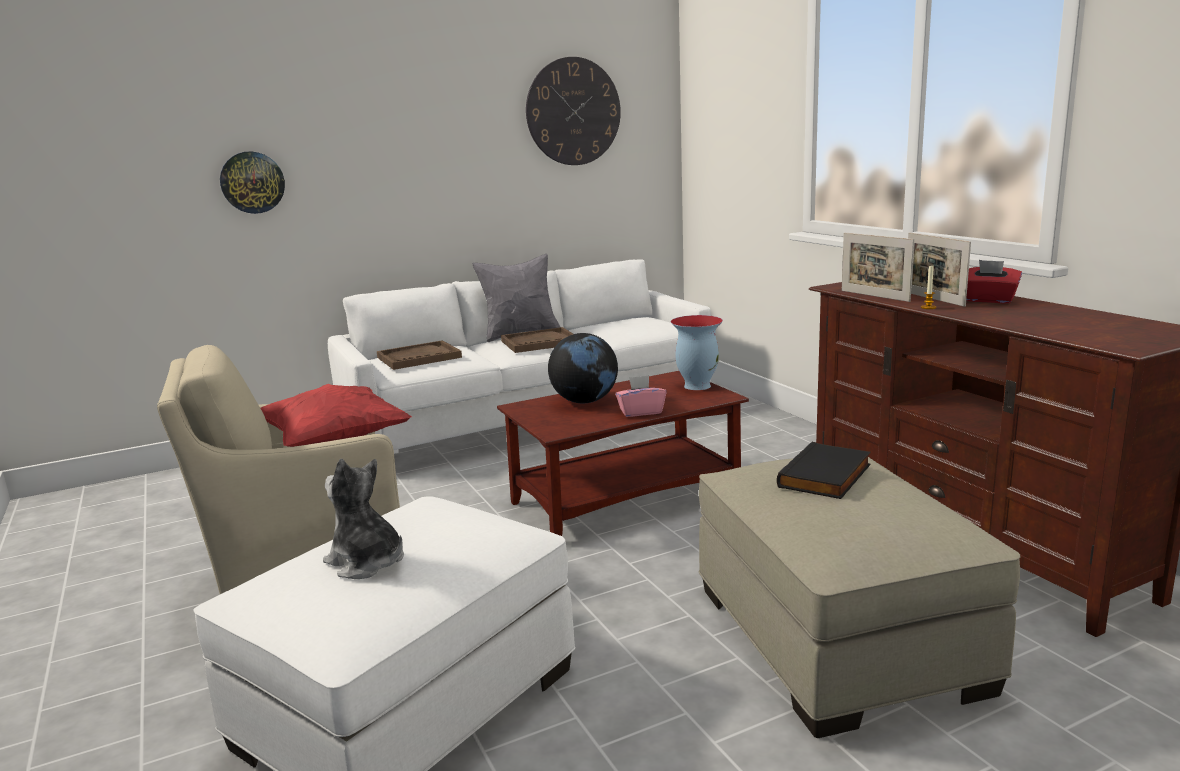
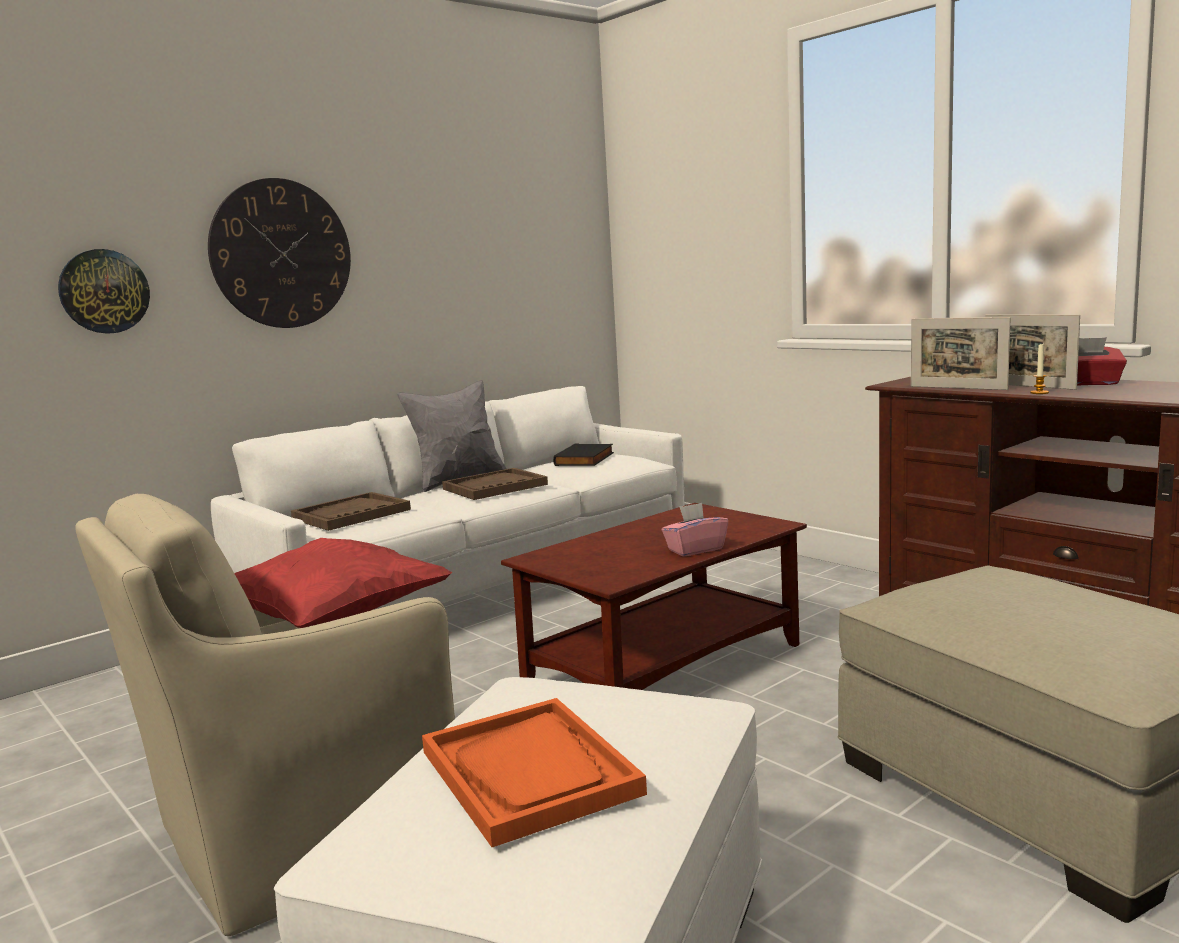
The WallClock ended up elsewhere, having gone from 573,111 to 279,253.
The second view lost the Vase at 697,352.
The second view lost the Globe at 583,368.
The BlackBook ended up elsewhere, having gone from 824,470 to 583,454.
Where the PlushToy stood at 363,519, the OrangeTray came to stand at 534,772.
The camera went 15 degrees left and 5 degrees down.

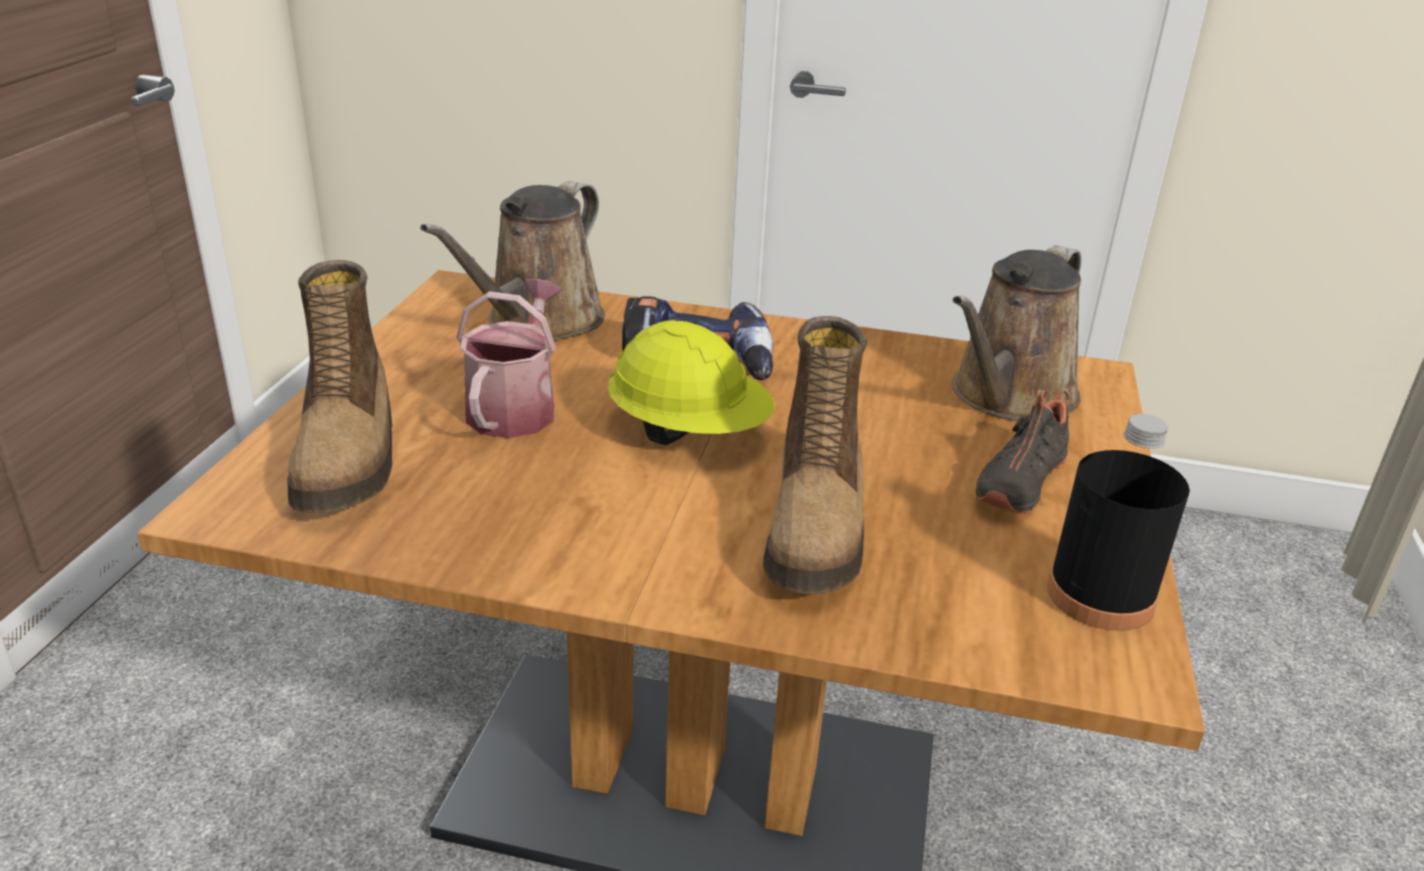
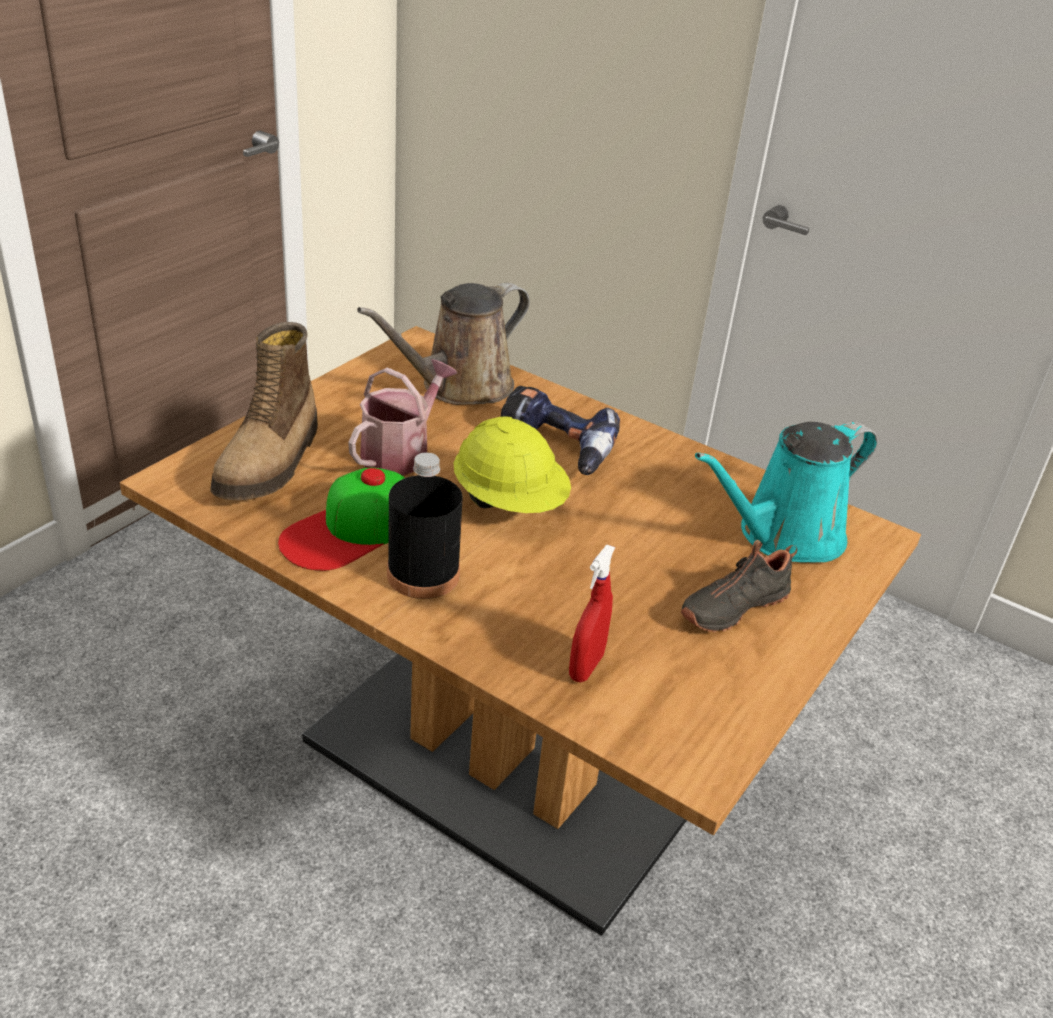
What was the BrownWateringCan at 1016,333 turned into the TurquoiseWateringCan at 786,492.
The second view lost the Boot at 815,455.
The BlackBottle ended up elsewhere, having gone from 1118,522 to 425,525.
The second view gained the Cap at 341,519.
The second view gained the RedSprayBottle at 592,613.
The camera went 20 degrees right and 5 degrees up.

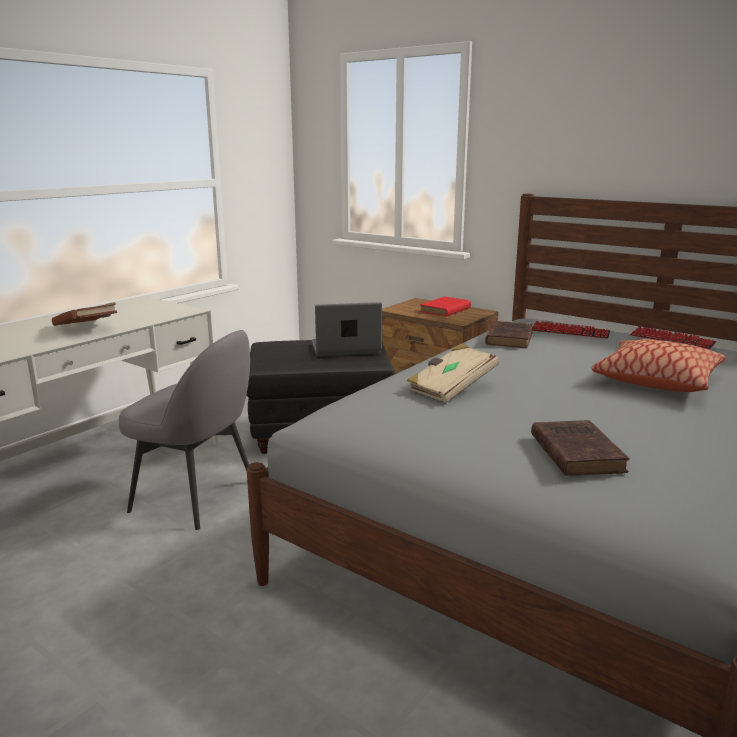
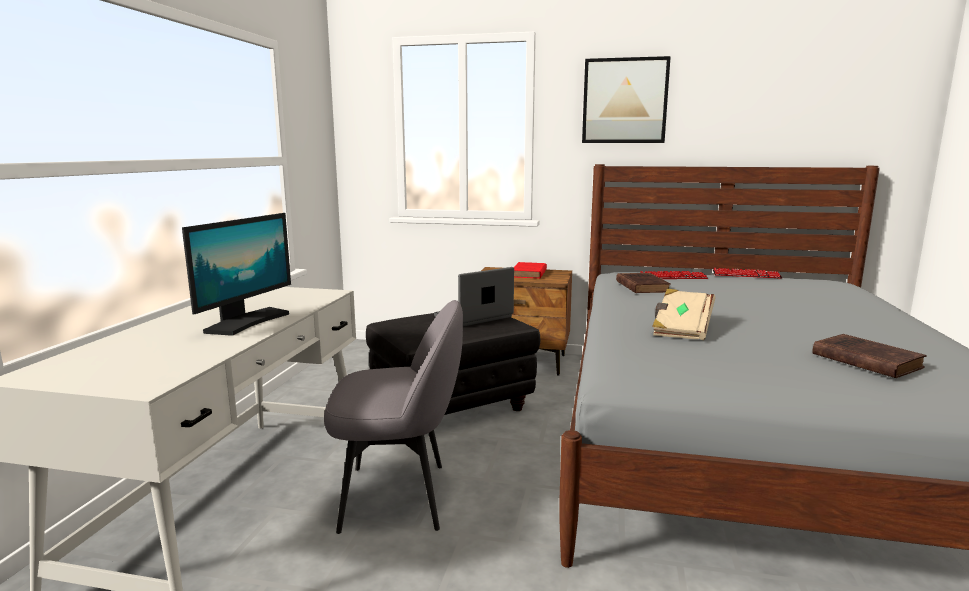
Where the BrownBook stood at 84,314, the Monitor came to stand at 236,274.
The second view lost the Pillow at 659,365.
The second view gained the Picture at 626,99.
The camera went 25 degrees left and 5 degrees down.

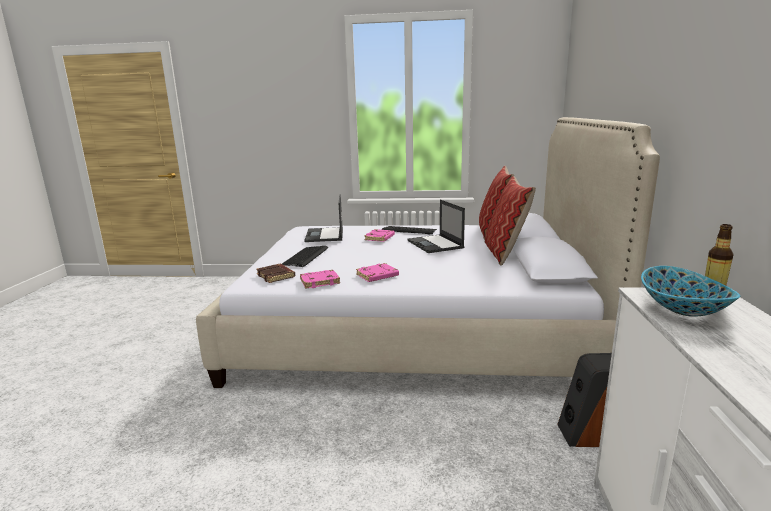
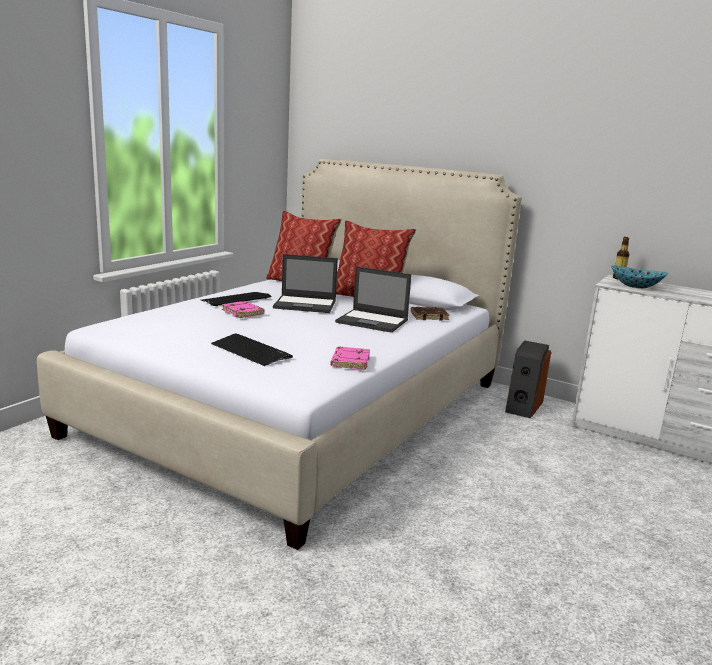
The Laptop ended up elsewhere, having gone from 323,218 to 373,299.
The second view lost the PinkBook at 377,272.
The BrownBook ended up elsewhere, having gone from 275,273 to 430,314.
The camera went 65 degrees left and 0 degrees up.

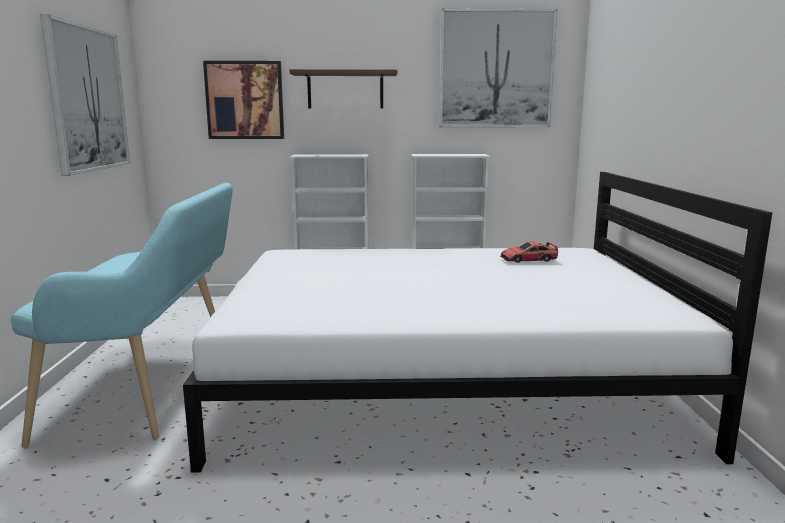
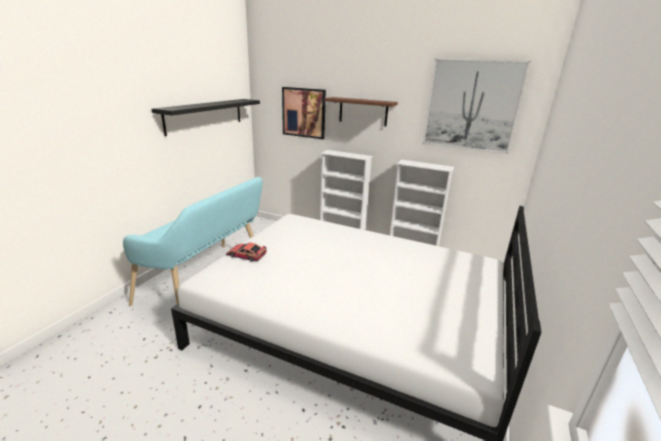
Where the Picture hung at 85,95, the BlackShelf came to hang at 206,117.
The ToyCar ended up elsewhere, having gone from 529,252 to 246,252.
The camera went 25 degrees right and 10 degrees up.

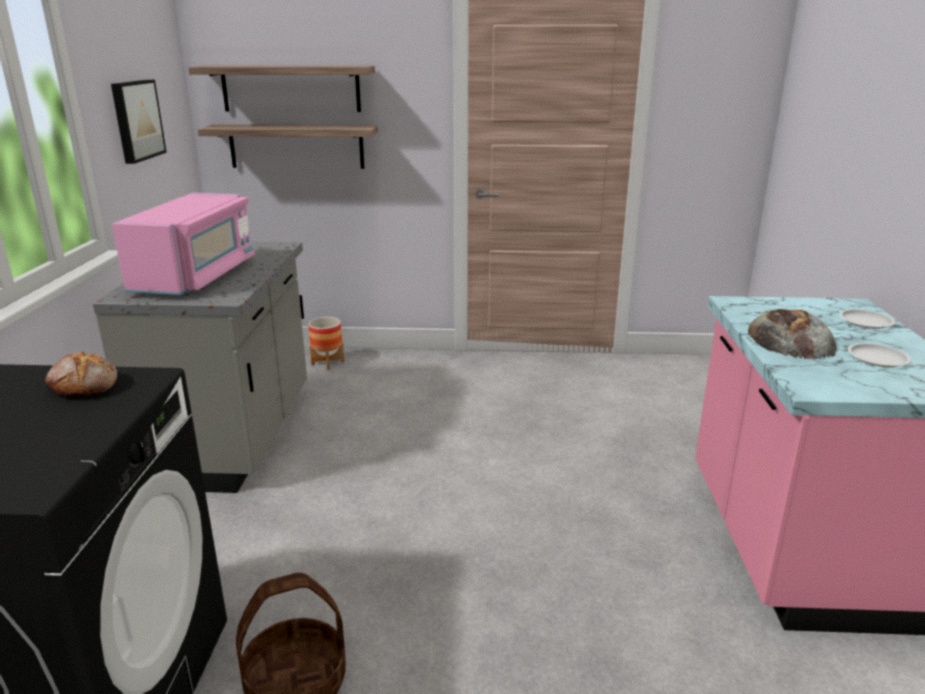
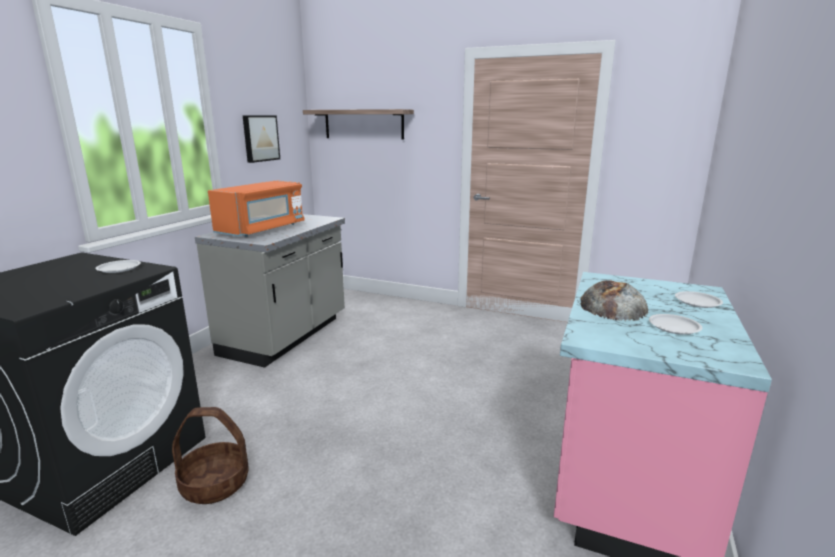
The second view lost the Shelf at 288,147.
What was the PinkMicrowave at 183,244 turned into the OrangeMicrowave at 256,208.
The second view lost the Planter at 326,343.
Where the Bread stood at 81,374, the WhitePlate came to stand at 118,266.
The camera went 20 degrees right and 5 degrees down.

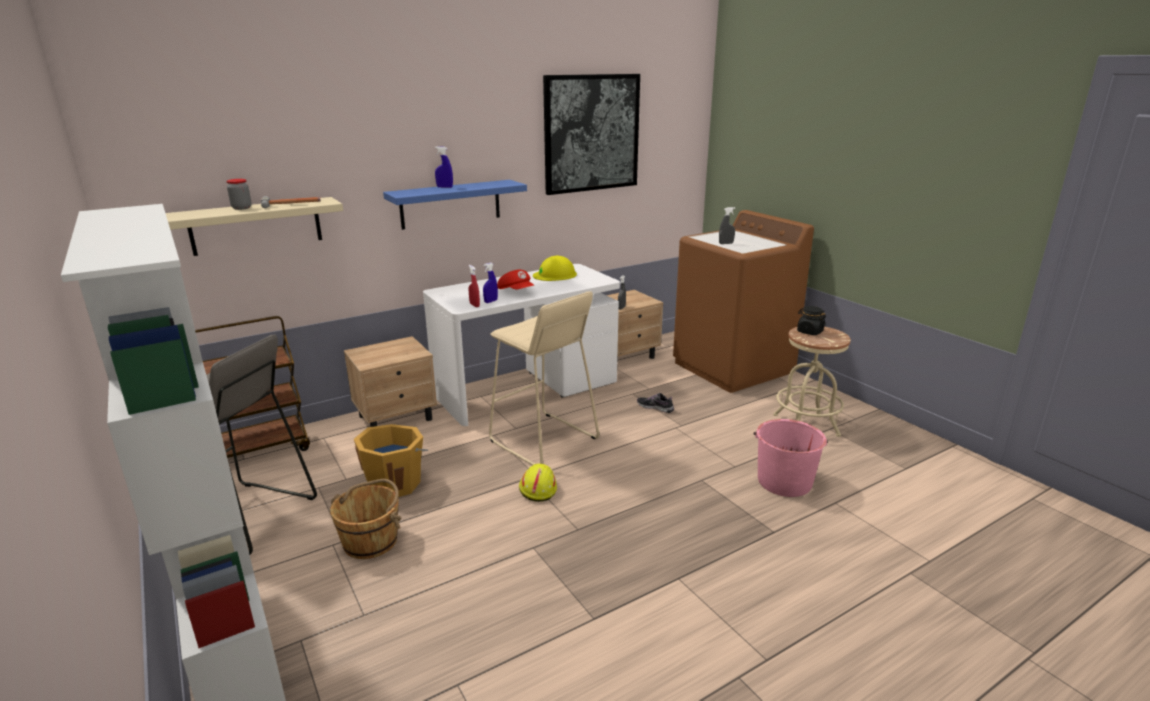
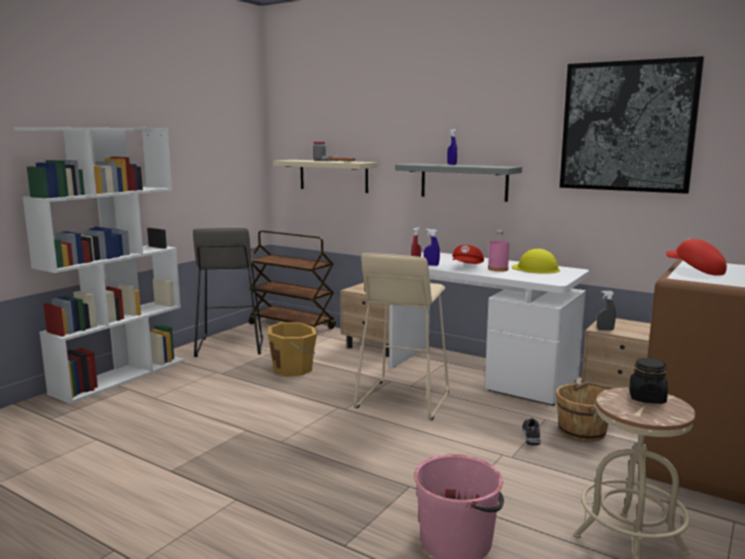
What was the BlueShelf at 455,205 turned into the GreyShelf at 458,182.
Where the GreySprayBottle stood at 727,225, the RedCap came to stand at 696,257.
The second view lost the YellowHardHat at 538,483.
The BrownBucket ended up elsewhere, having gone from 365,519 to 585,412.
The second view gained the PinkBottle at 498,251.
The camera went 65 degrees right and 10 degrees down.

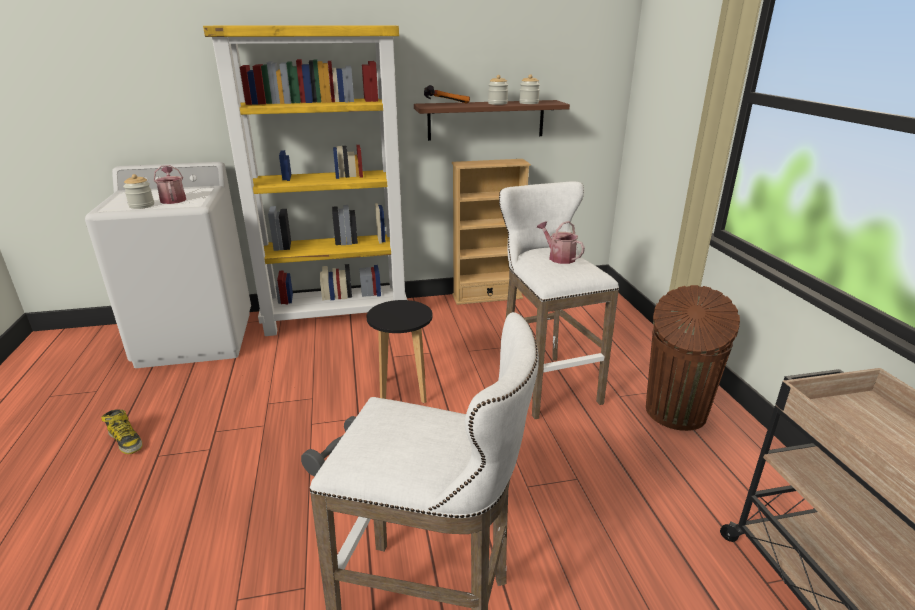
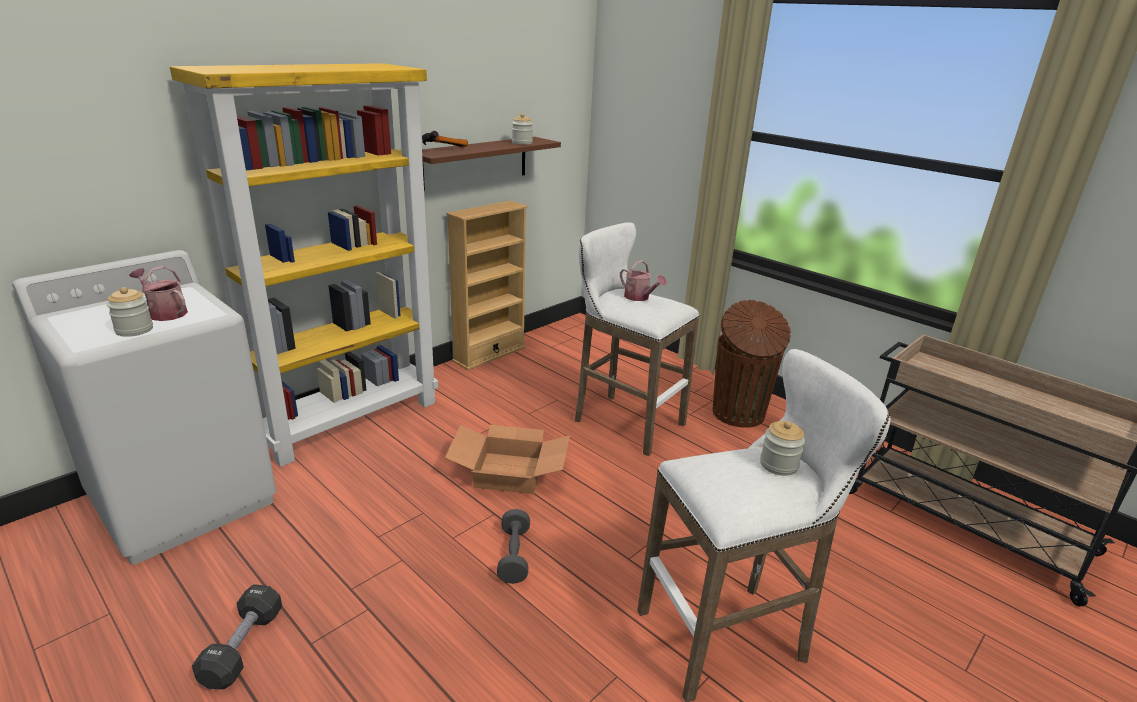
The Jar ended up elsewhere, having gone from 498,90 to 782,448.
The WateringCan at 561,242 ended up facing another way, 150 degrees counterclockwise from before.
Where the BlackStool stood at 399,351, the CardboardBox came to stand at 507,459.
Where the Boot stood at 121,431, the BlackDumbbell came to stand at 237,637.
The camera went 35 degrees left and 0 degrees up.

